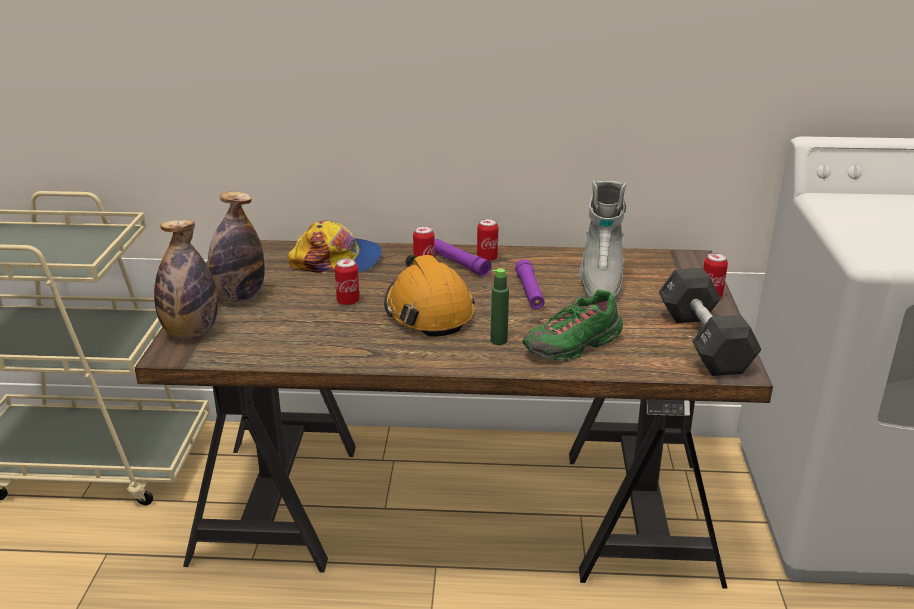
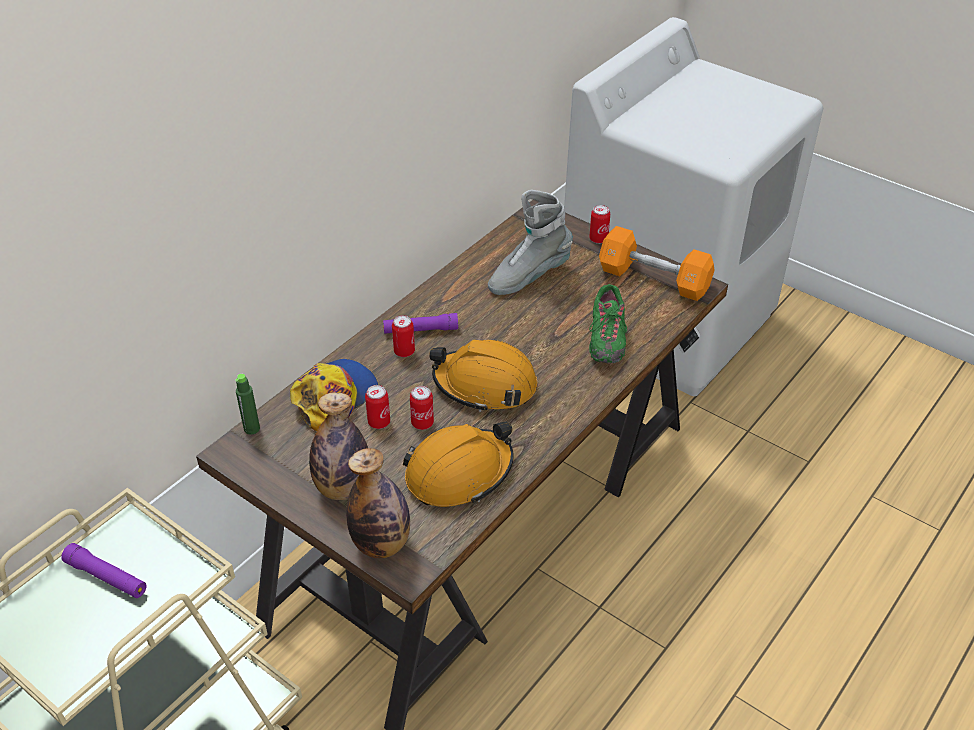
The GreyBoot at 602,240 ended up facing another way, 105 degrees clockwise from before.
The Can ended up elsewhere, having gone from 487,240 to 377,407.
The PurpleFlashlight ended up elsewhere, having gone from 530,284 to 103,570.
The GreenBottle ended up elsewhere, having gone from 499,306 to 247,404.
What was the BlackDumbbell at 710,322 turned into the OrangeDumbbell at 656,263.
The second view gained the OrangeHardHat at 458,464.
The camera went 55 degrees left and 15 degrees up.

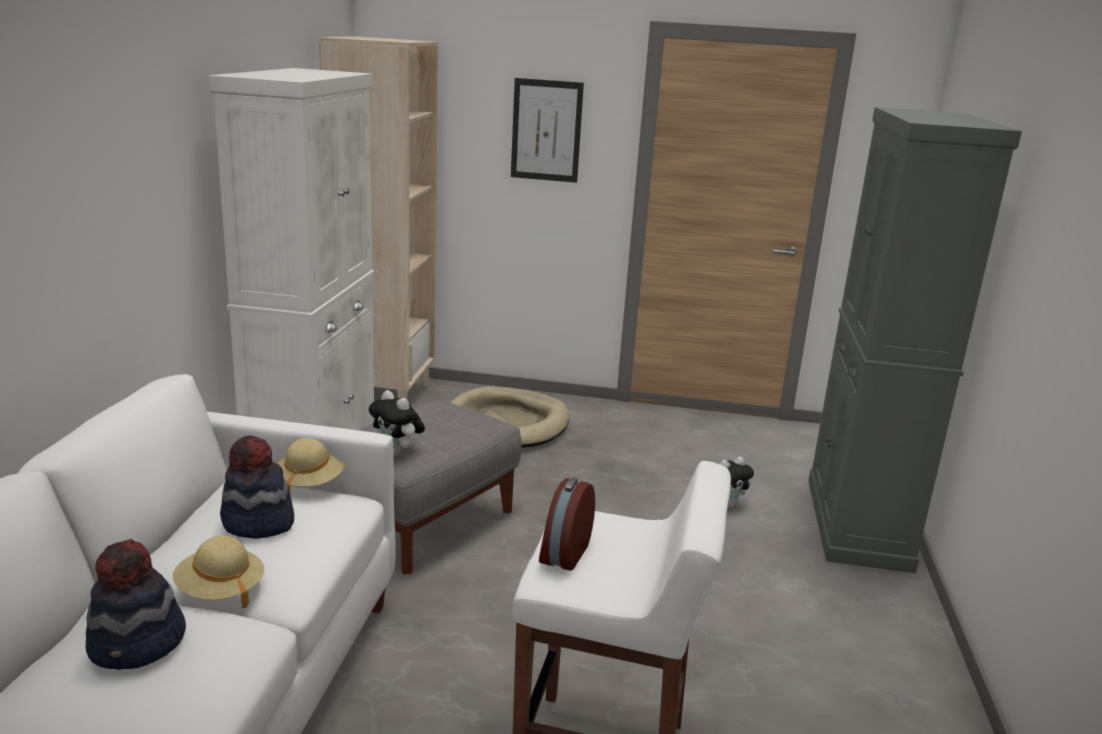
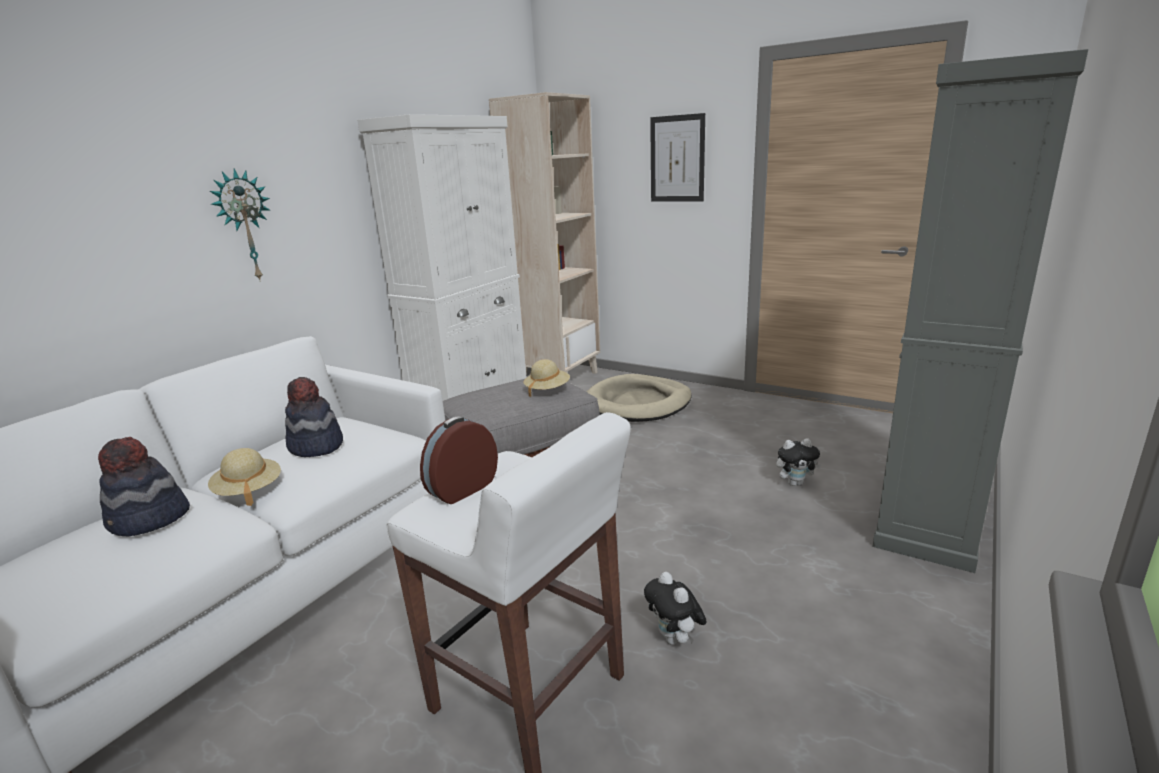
The PlushToy ended up elsewhere, having gone from 397,422 to 675,608.
The BeigeHat ended up elsewhere, having gone from 311,465 to 546,378.
The second view gained the WallClock at 240,225.
The camera went 25 degrees right and 0 degrees up.

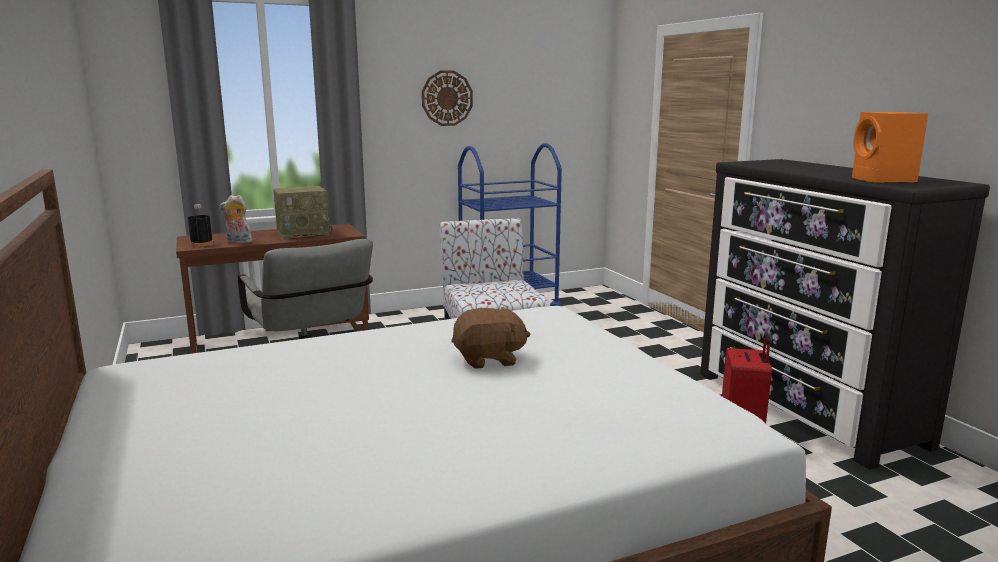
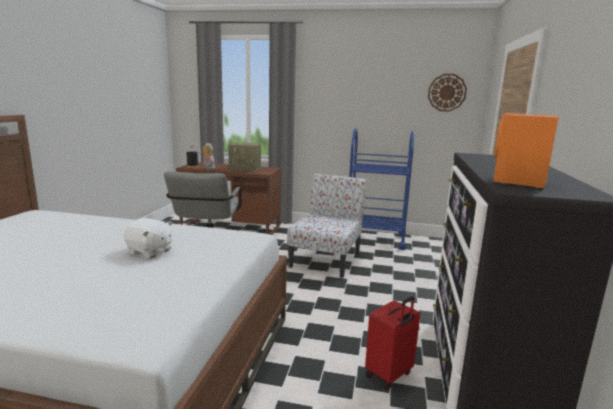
The WallClock ended up elsewhere, having gone from 447,98 to 447,93.
What was the BrownPlushToy at 491,338 turned into the WhitePlushToy at 148,238.
The camera went 35 degrees right and 0 degrees up.

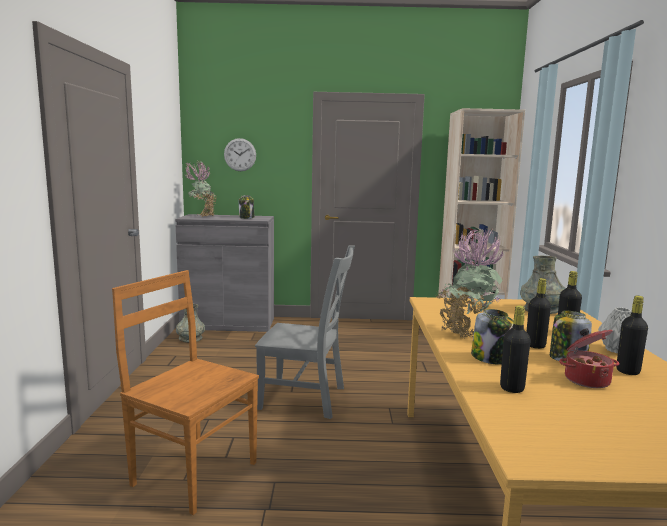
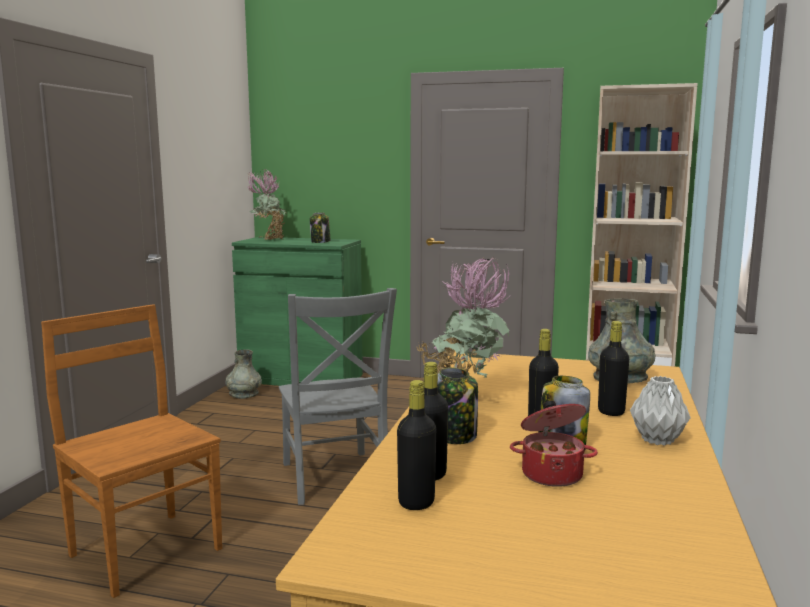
The second view lost the WallClock at 240,154.
What was the GreyCabinet at 224,273 turned into the GreenCabinet at 297,311.
The GreyChair at 305,332 ended up facing another way, 45 degrees clockwise from before.
The BlackBottle ended up elsewhere, having gone from 632,335 to 416,445.
The camera went 15 degrees right and 0 degrees up.

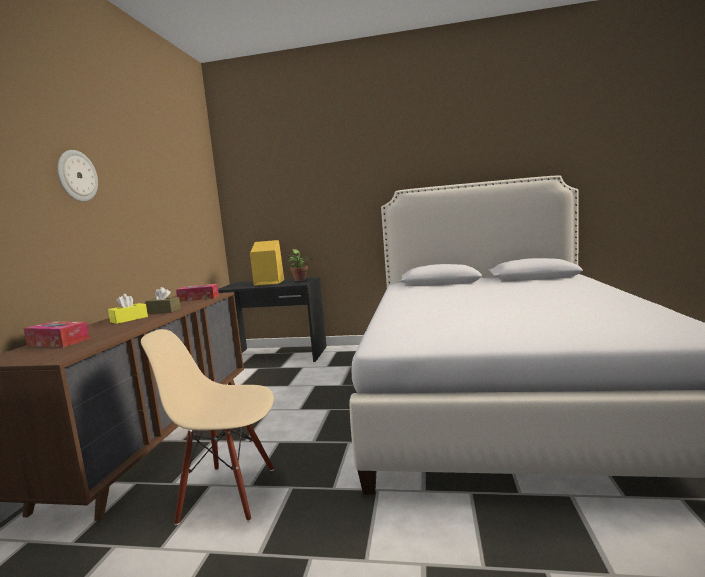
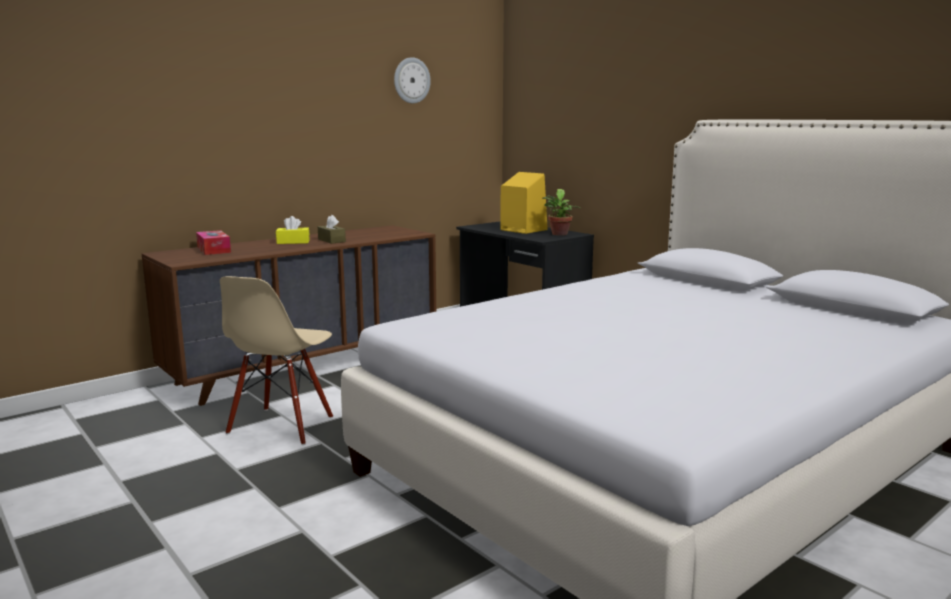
The WallClock ended up elsewhere, having gone from 77,176 to 412,80.
The second view lost the TissueBox at 197,293.
The BeigeChair at 207,427 ended up facing another way, 120 degrees counterclockwise from before.
The camera went 40 degrees right and 5 degrees up.

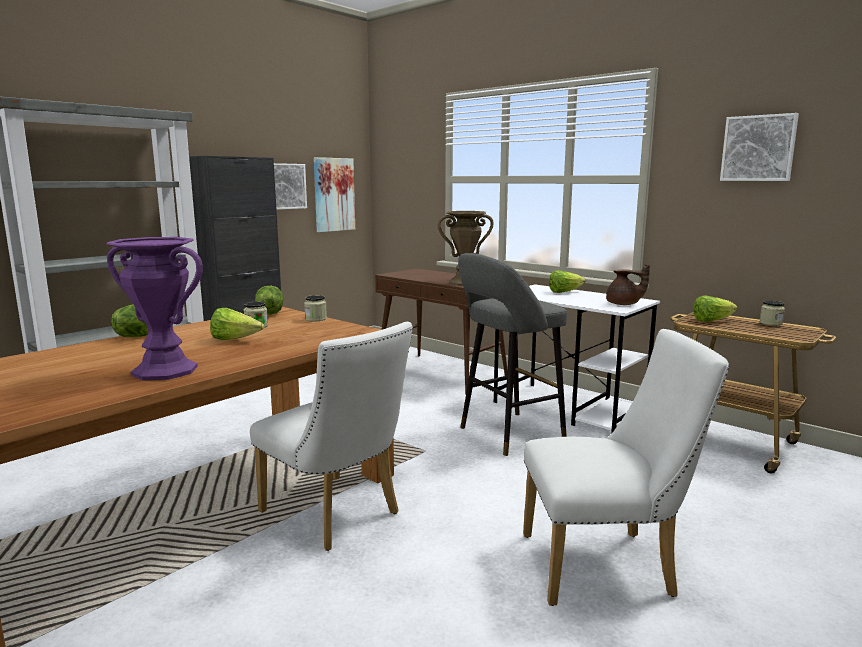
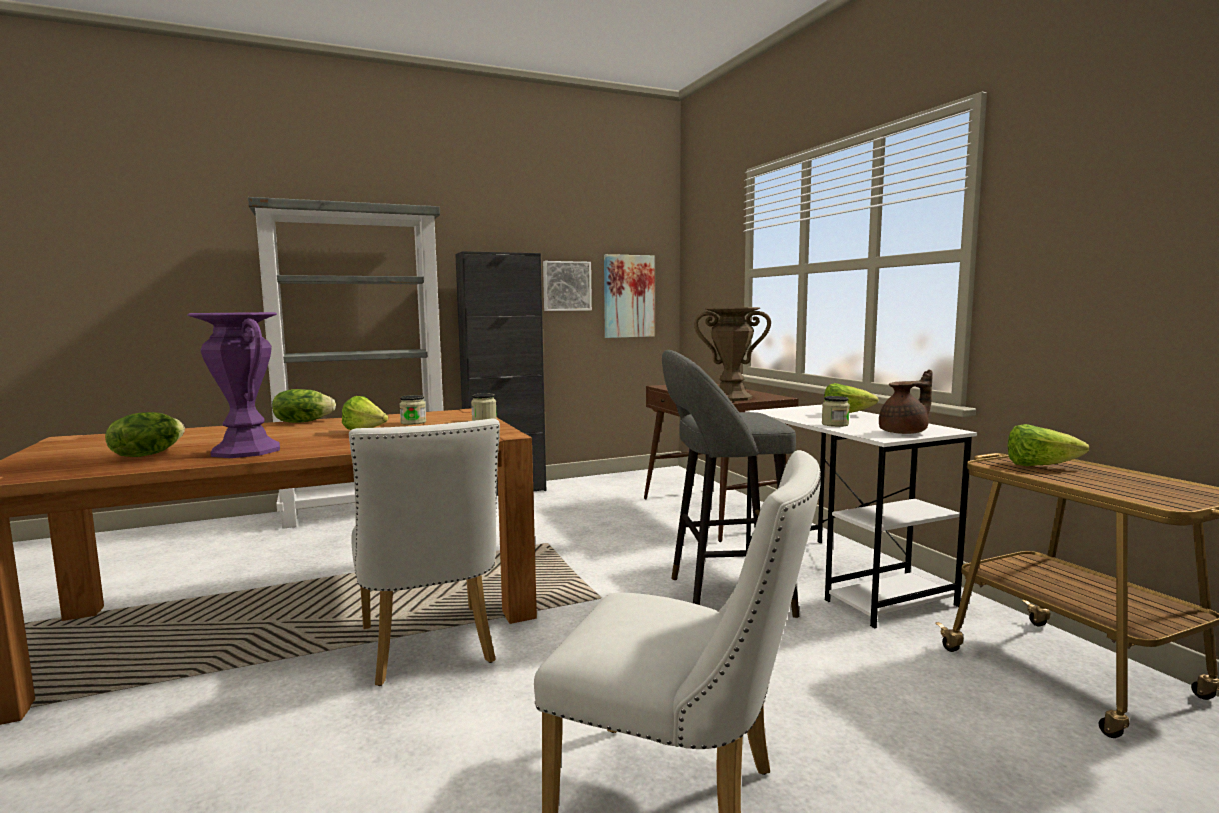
The second view lost the Picture at 759,147.
The BrownTeapot at 628,284 ended up facing another way, 75 degrees counterclockwise from before.
The Lettuce ended up elsewhere, having gone from 269,300 to 145,434.
The Jar ended up elsewhere, having gone from 772,313 to 836,411.
The camera went 25 degrees right and 5 degrees down.

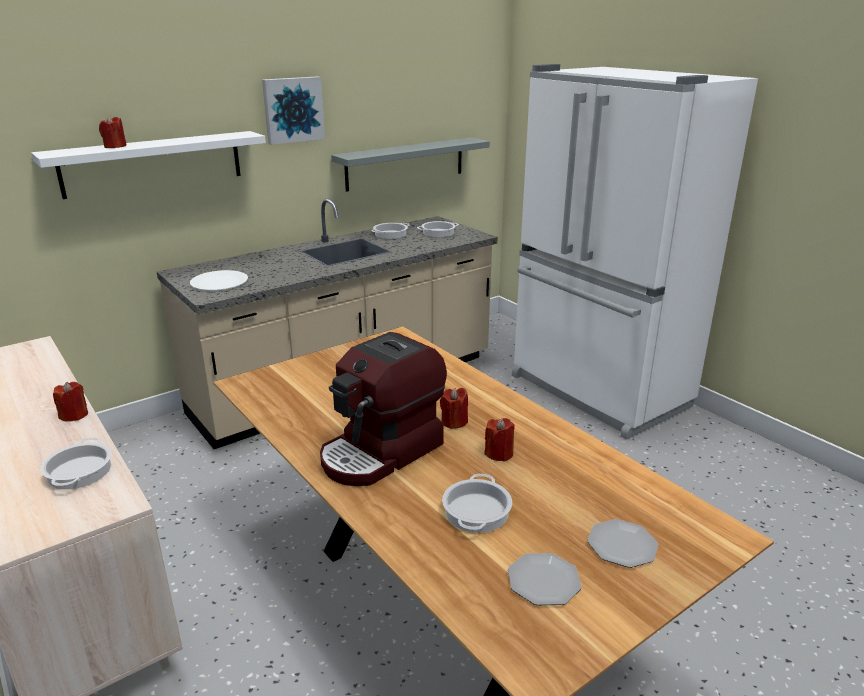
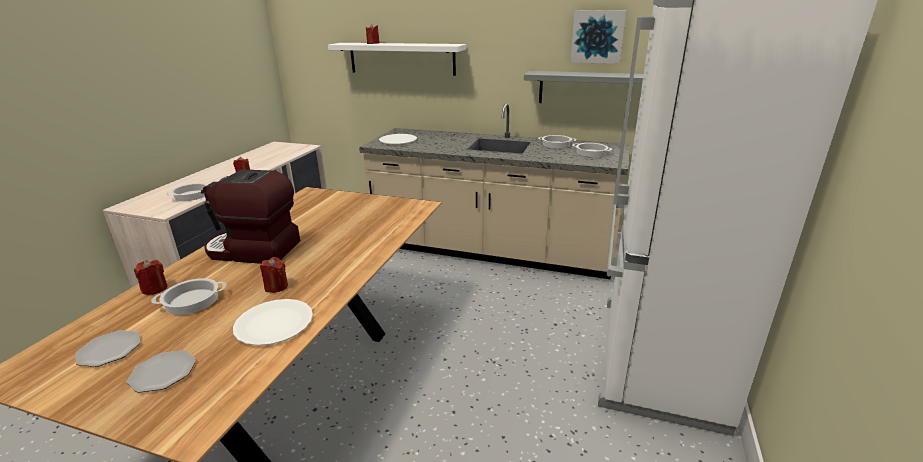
The Picture ended up elsewhere, having gone from 293,110 to 598,37.
The RedCandle ended up elsewhere, having gone from 454,408 to 150,277.
The second view gained the WhitePlate at 273,322.
The camera went 55 degrees right and 0 degrees up.

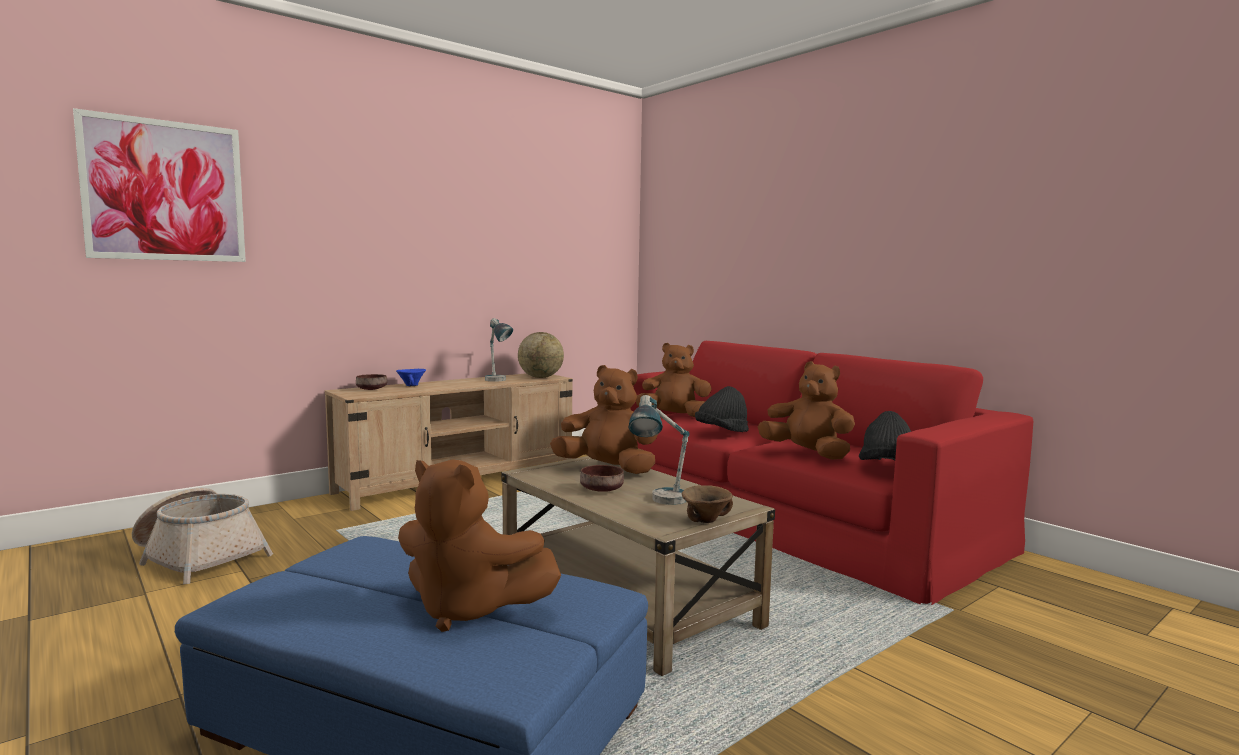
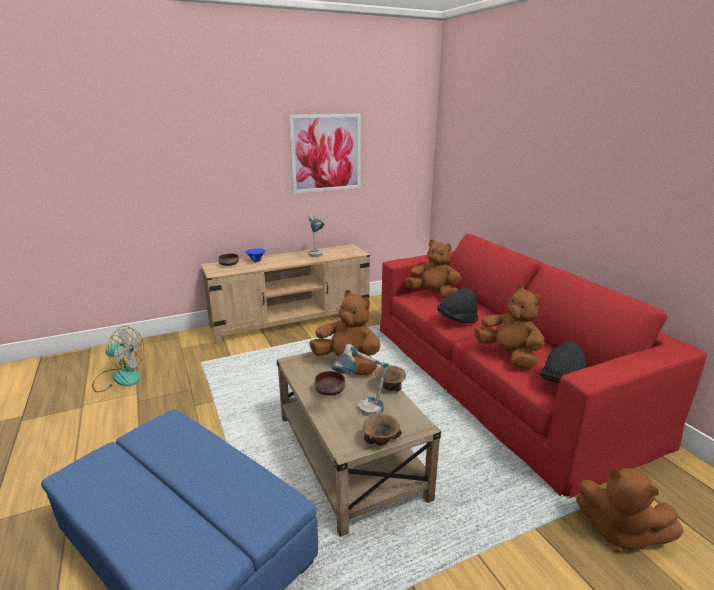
The Picture ended up elsewhere, having gone from 159,185 to 325,153.
The second view lost the Globe at 541,355.
The BrownPlushToy ended up elsewhere, having gone from 479,545 to 630,510.
Where the Basket stood at 202,536, the Fan came to stand at 118,359.
The second view gained the BrownBowl at 390,378.
The camera went 15 degrees right and 15 degrees up.

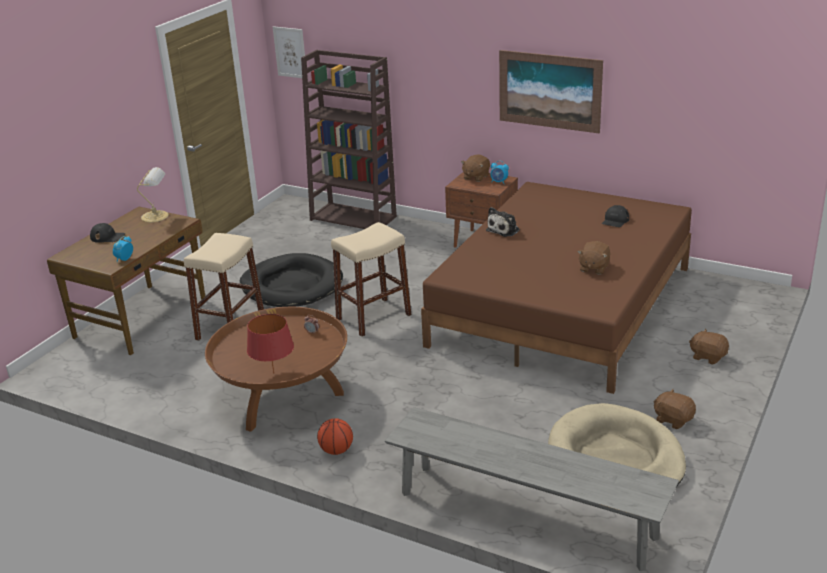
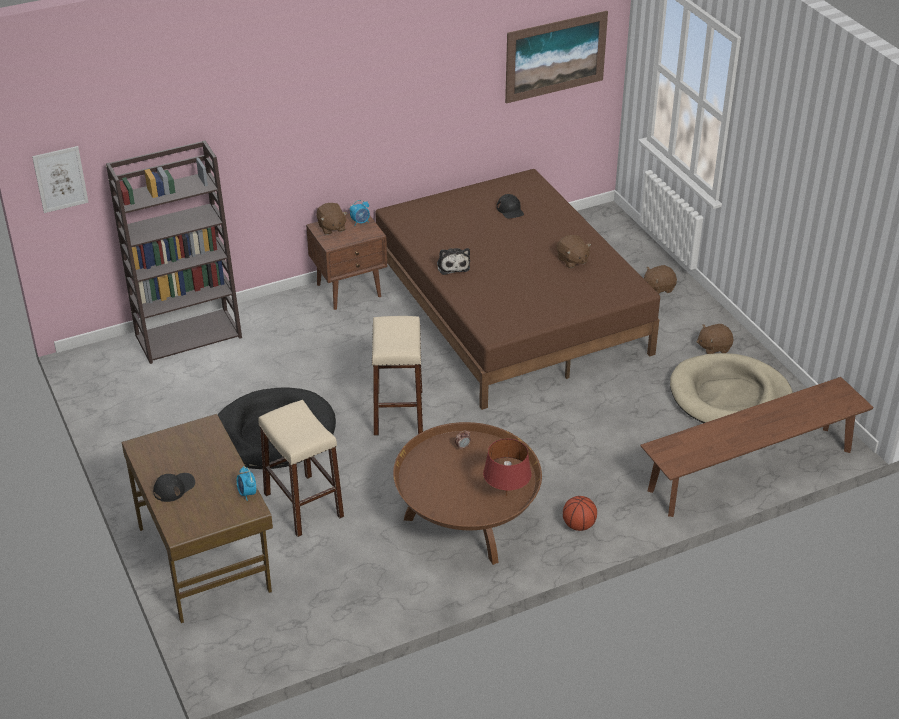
The Picture ended up elsewhere, having gone from 551,91 to 556,57.
The second view lost the TableLamp at 152,194.
What was the GreyBench at 532,489 turned into the BrownBench at 757,447.
The camera went 55 degrees left and 10 degrees up.

